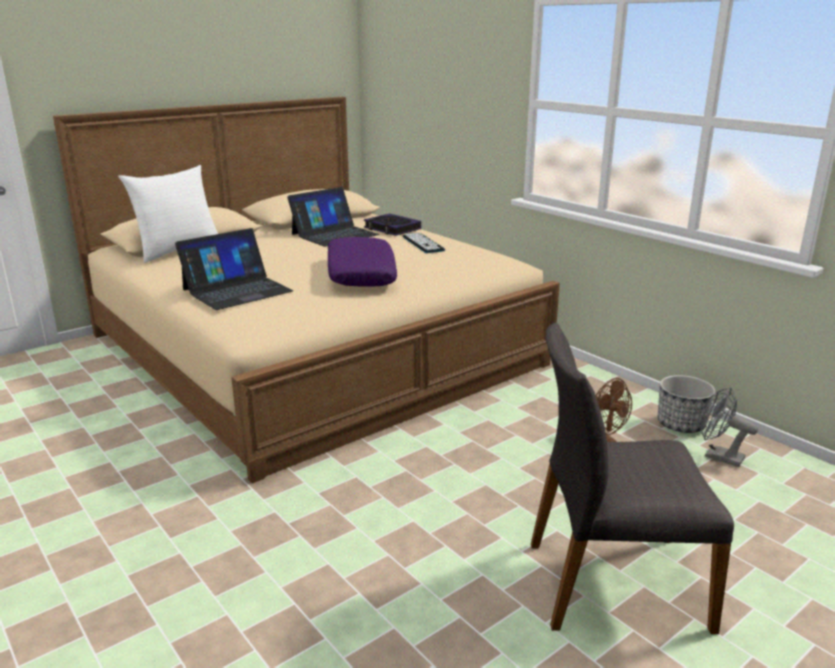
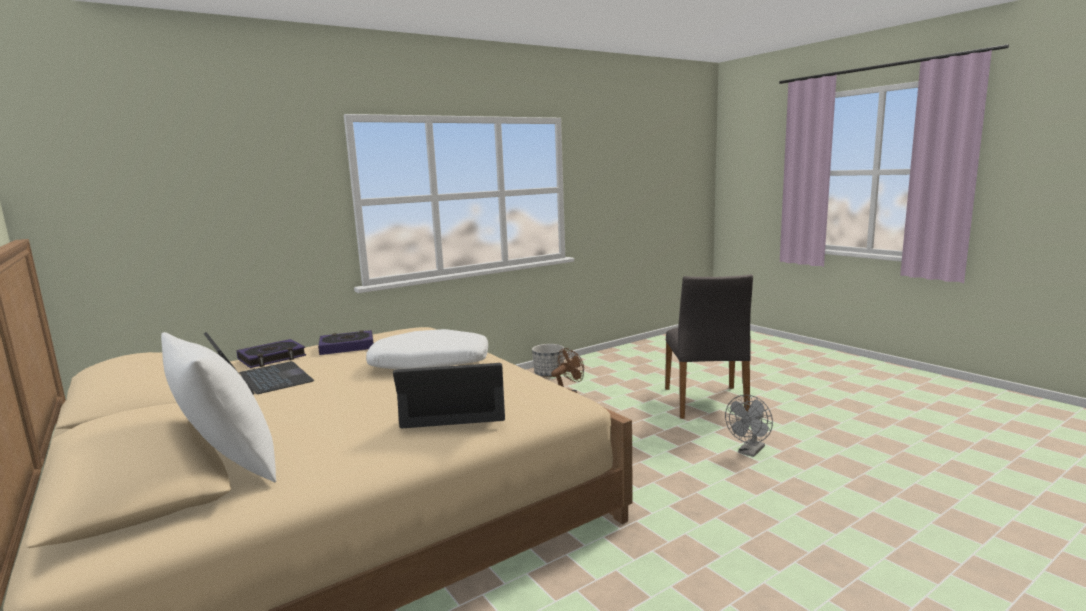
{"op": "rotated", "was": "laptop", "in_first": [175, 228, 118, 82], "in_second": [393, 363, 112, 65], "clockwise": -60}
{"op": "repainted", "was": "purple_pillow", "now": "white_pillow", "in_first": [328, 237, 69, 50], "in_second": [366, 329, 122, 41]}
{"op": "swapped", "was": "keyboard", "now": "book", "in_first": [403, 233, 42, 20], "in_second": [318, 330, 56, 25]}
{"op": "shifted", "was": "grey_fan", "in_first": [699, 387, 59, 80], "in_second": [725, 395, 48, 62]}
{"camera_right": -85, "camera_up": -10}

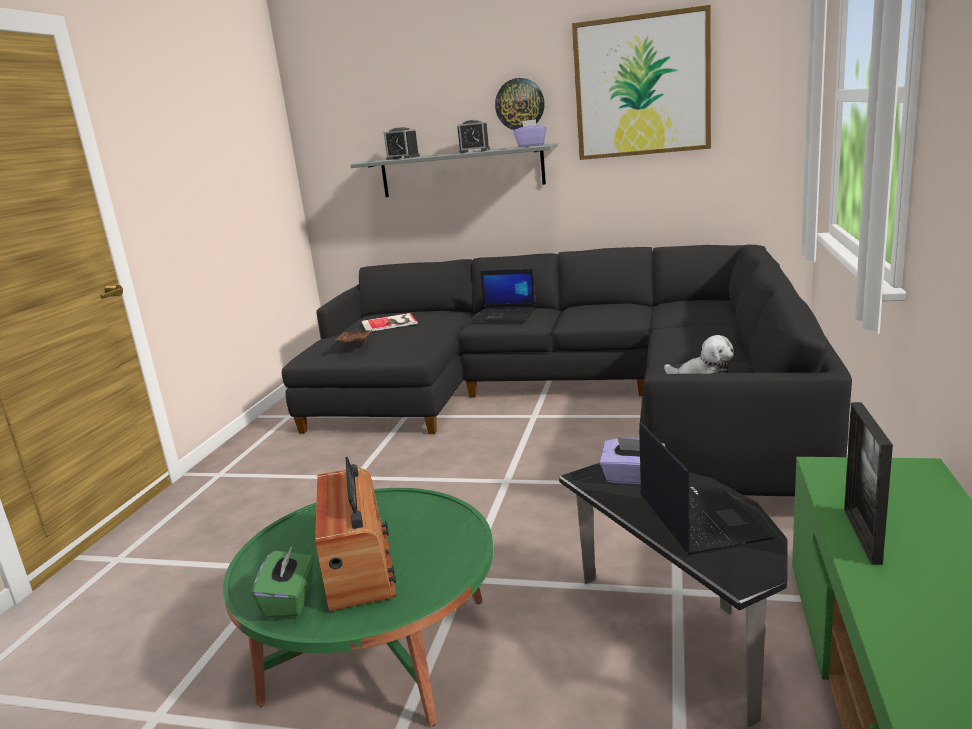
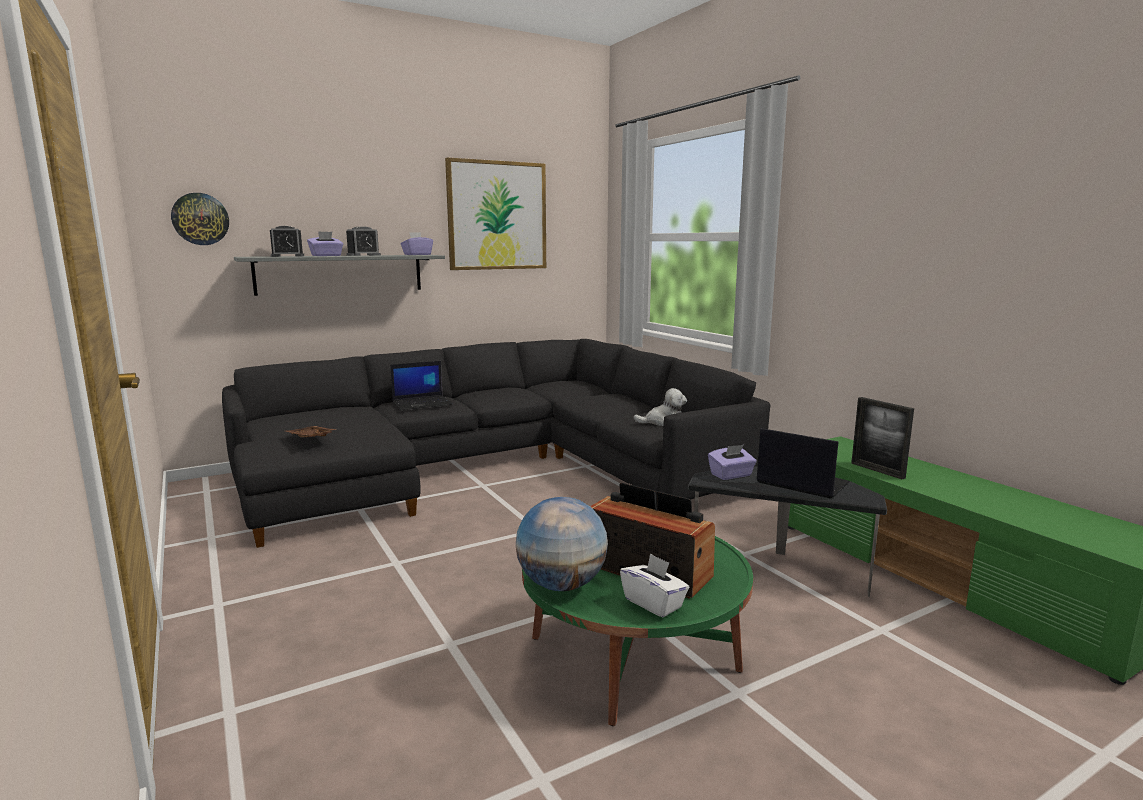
{"op": "repainted", "was": "green_tissue_box", "now": "white_tissue_box", "in_first": [252, 546, 62, 72], "in_second": [620, 553, 69, 64]}
{"op": "gone", "was": "book", "in_first": [362, 313, 56, 19]}
{"op": "shifted", "was": "wall_clock", "in_first": [495, 78, 50, 52], "in_second": [171, 193, 58, 52]}
{"op": "new", "now": "purple_tissue_box", "in_second": [307, 231, 36, 25]}
{"op": "new", "now": "globe", "in_second": [516, 497, 92, 94]}
{"camera_right": -45, "camera_up": -5}

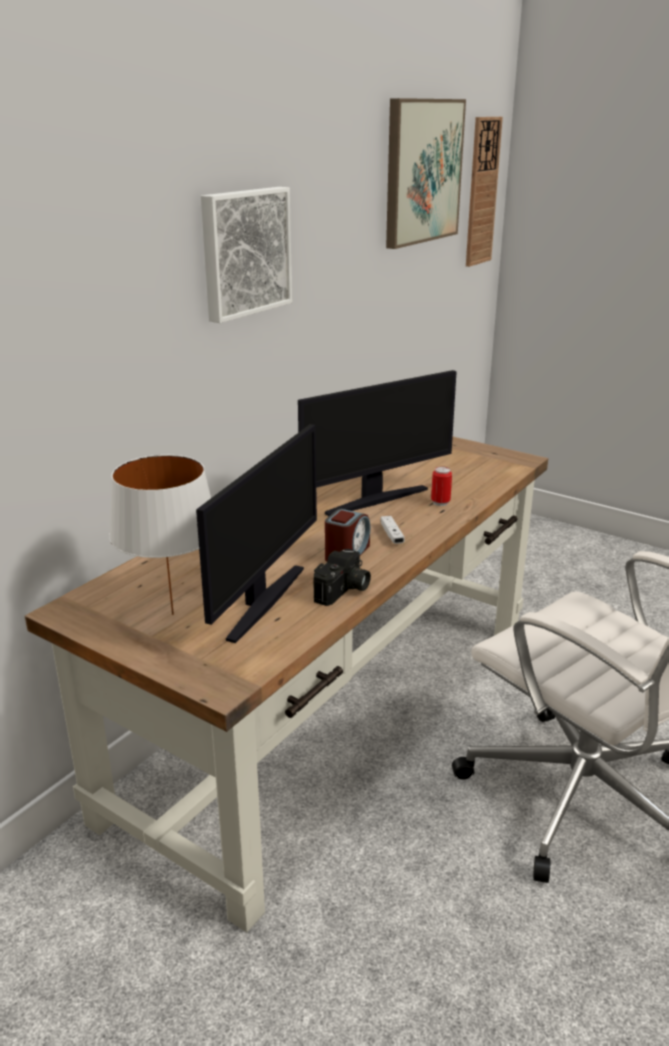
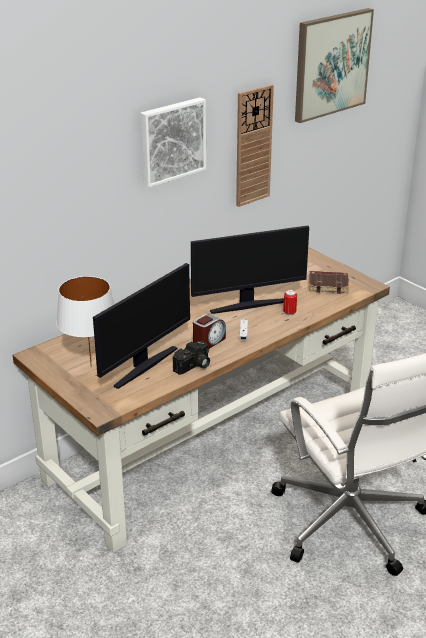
{"op": "shifted", "was": "wall_clock", "in_first": [466, 117, 37, 150], "in_second": [236, 84, 38, 123]}
{"op": "new", "now": "brown_book", "in_second": [309, 271, 40, 23]}
{"camera_right": 15, "camera_up": 5}

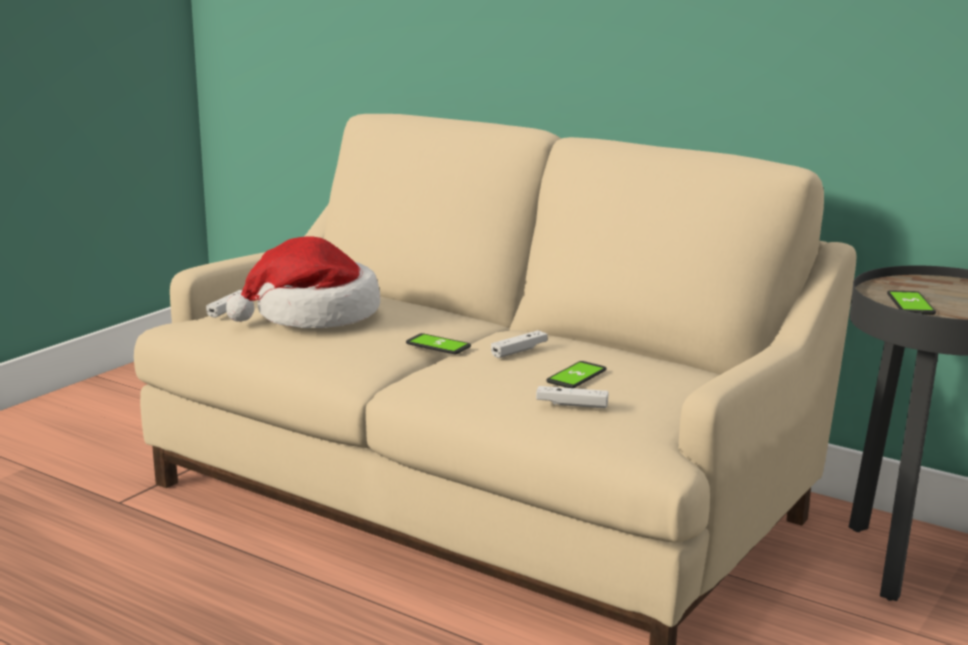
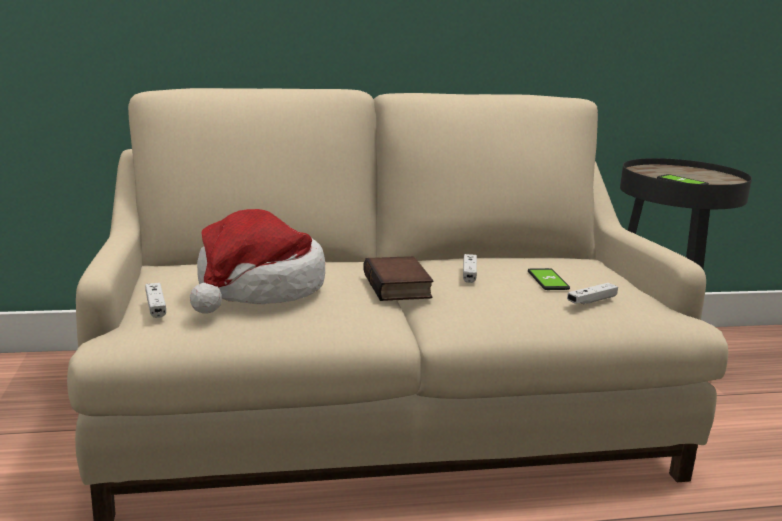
{"op": "swapped", "was": "phone", "now": "book", "in_first": [406, 333, 65, 21], "in_second": [363, 256, 71, 45]}
{"camera_right": -45, "camera_up": 0}

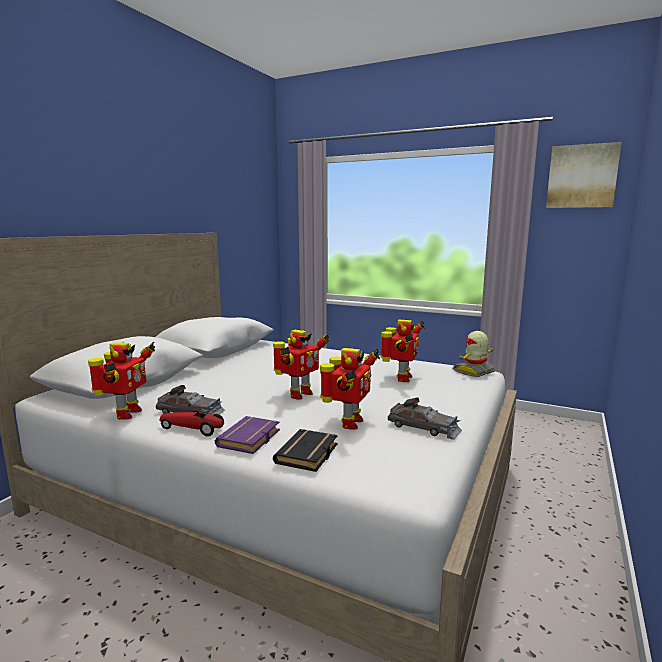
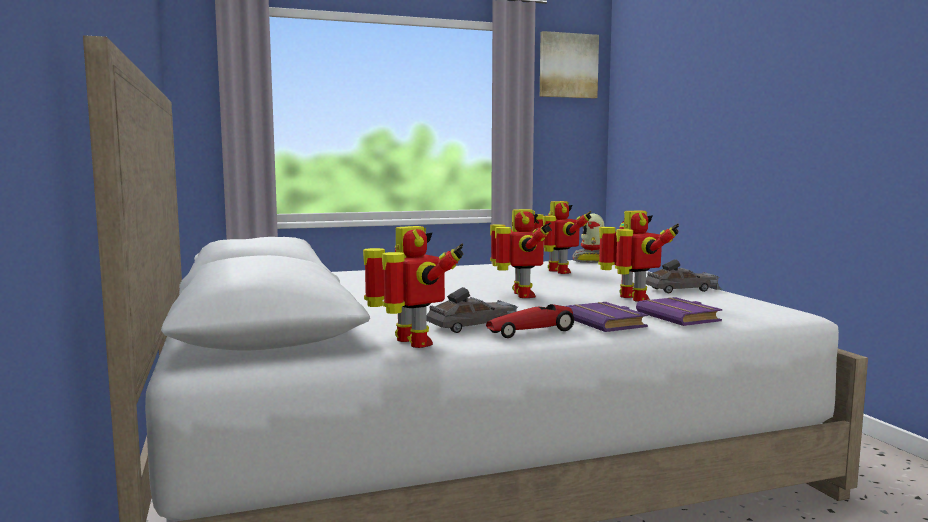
{"op": "repainted", "was": "black_book", "now": "purple_book", "in_first": [273, 429, 65, 43], "in_second": [636, 297, 86, 29]}
{"camera_right": -45, "camera_up": -5}

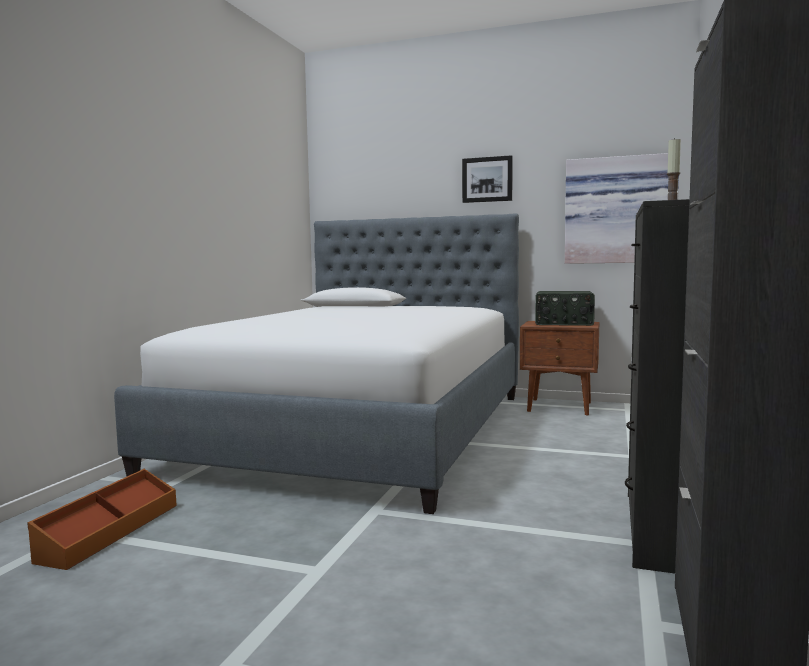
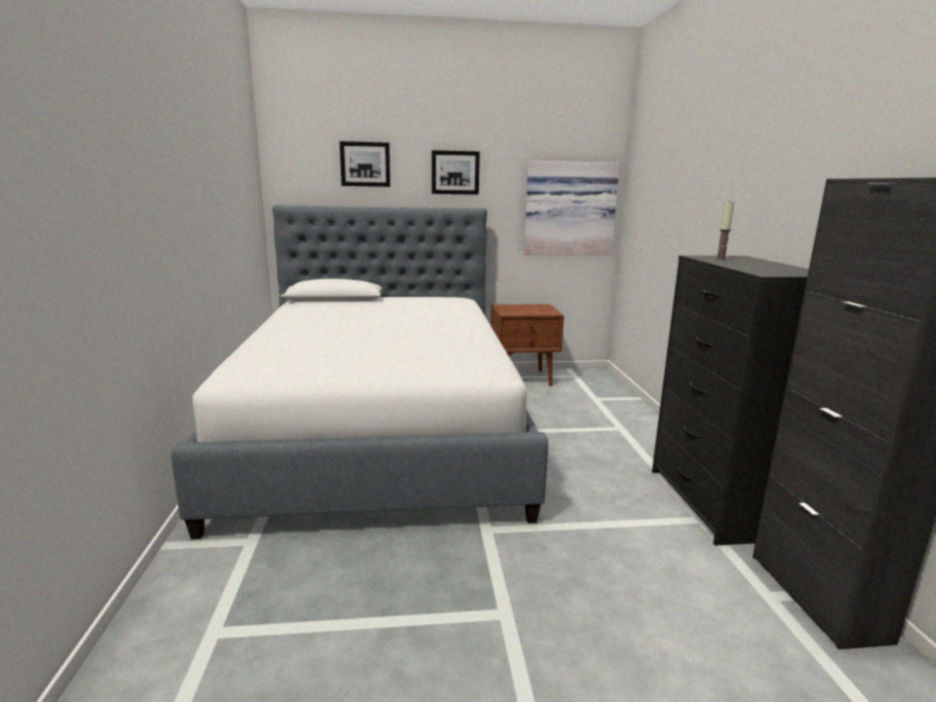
{"op": "gone", "was": "brown_storage_box", "in_first": [27, 469, 150, 101]}
{"op": "gone", "was": "radio", "in_first": [535, 291, 60, 35]}
{"op": "new", "now": "picture", "in_second": [340, 141, 50, 46]}
{"camera_right": -25, "camera_up": 10}

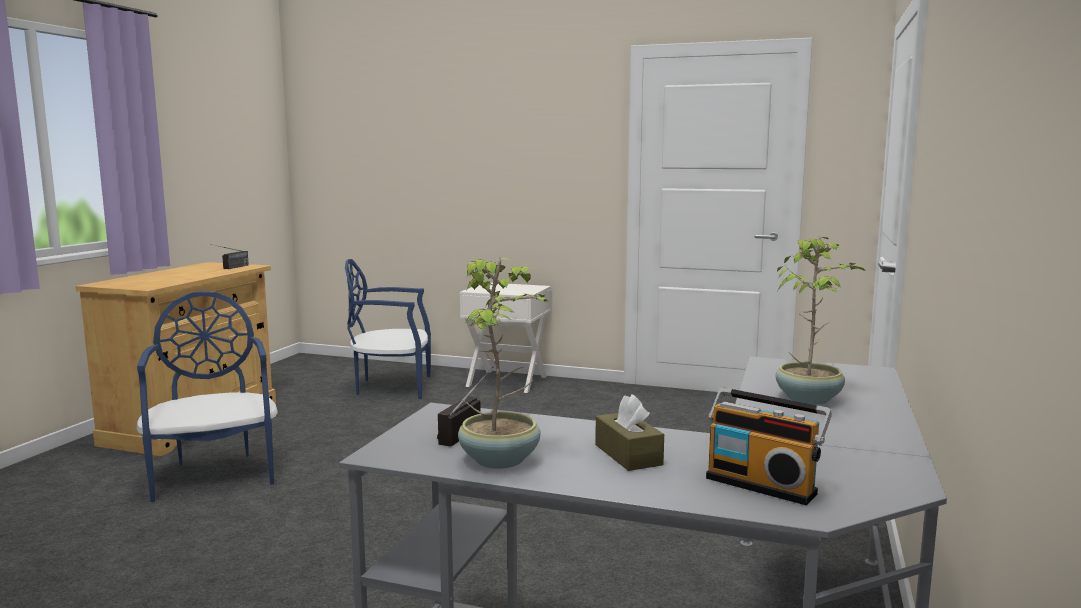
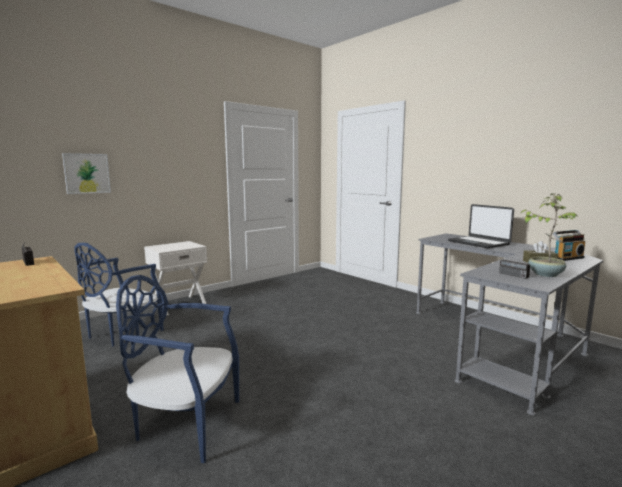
{"op": "swapped", "was": "potted_plant", "now": "laptop", "in_first": [775, 236, 90, 169], "in_second": [448, 204, 66, 44]}
{"op": "new", "now": "picture", "in_second": [62, 153, 49, 41]}
{"camera_right": -60, "camera_up": 0}

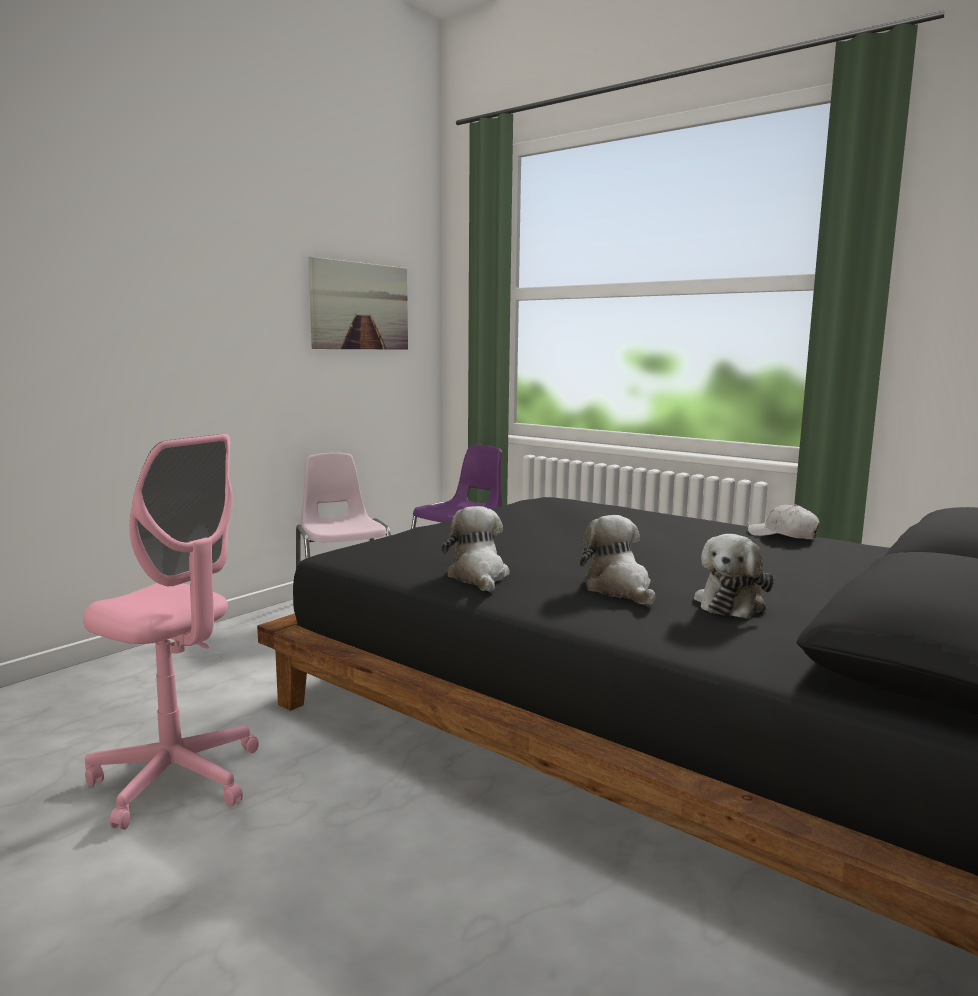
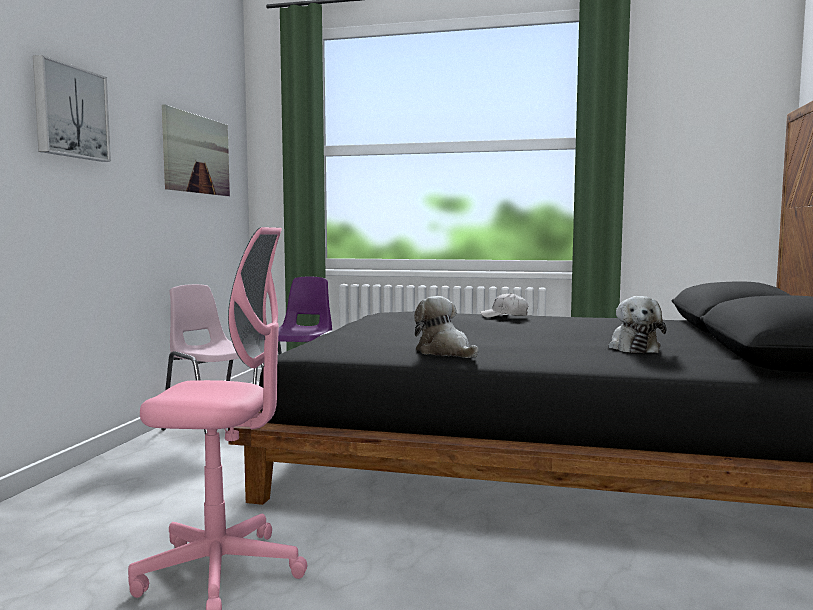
{"op": "gone", "was": "plush_toy", "in_first": [580, 515, 75, 90]}
{"op": "shifted", "was": "white_cap", "in_first": [748, 504, 71, 35], "in_second": [480, 293, 48, 24]}
{"op": "new", "now": "picture", "in_second": [33, 55, 78, 107]}
{"camera_right": -25, "camera_up": -5}

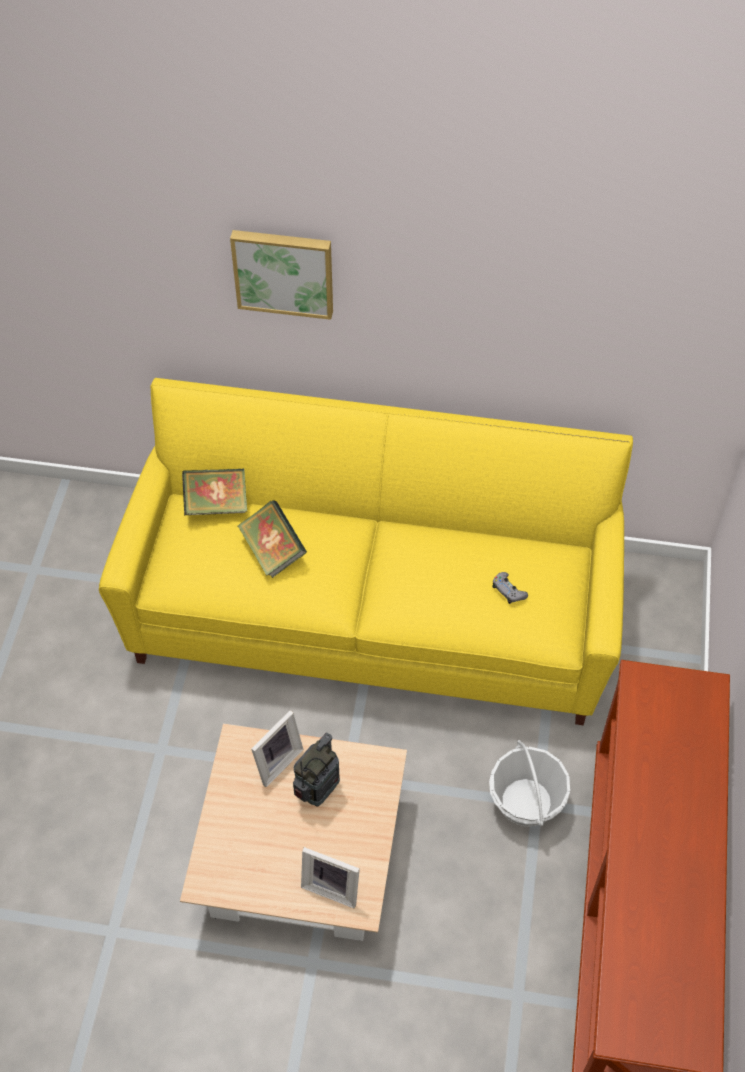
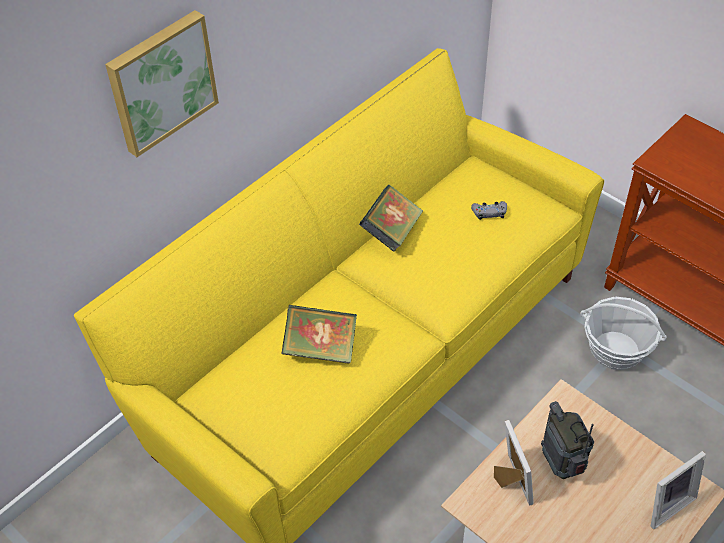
{"op": "shifted", "was": "book", "in_first": [182, 469, 65, 46], "in_second": [359, 185, 64, 67]}
{"camera_right": -55, "camera_up": -5}

